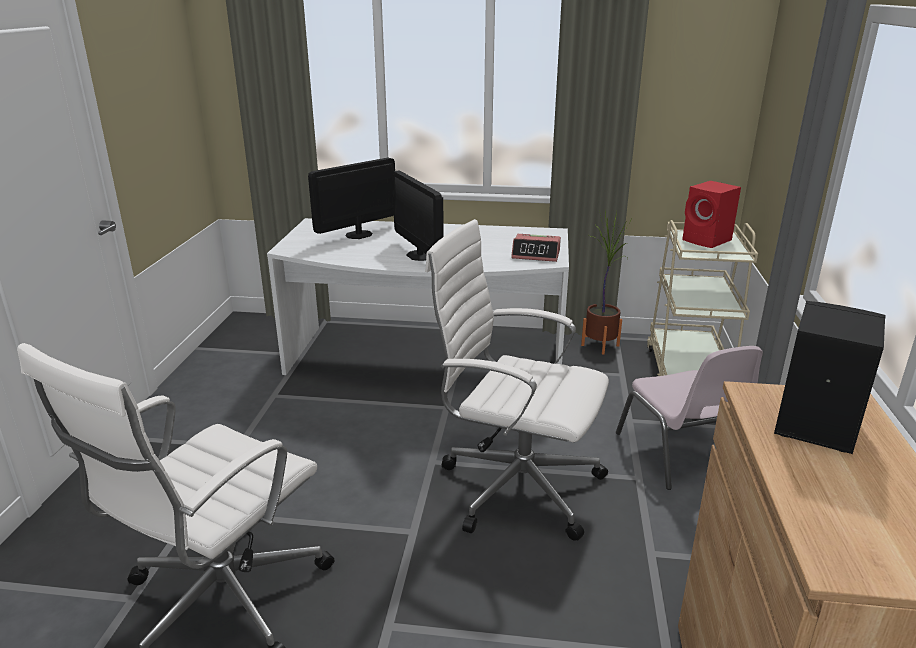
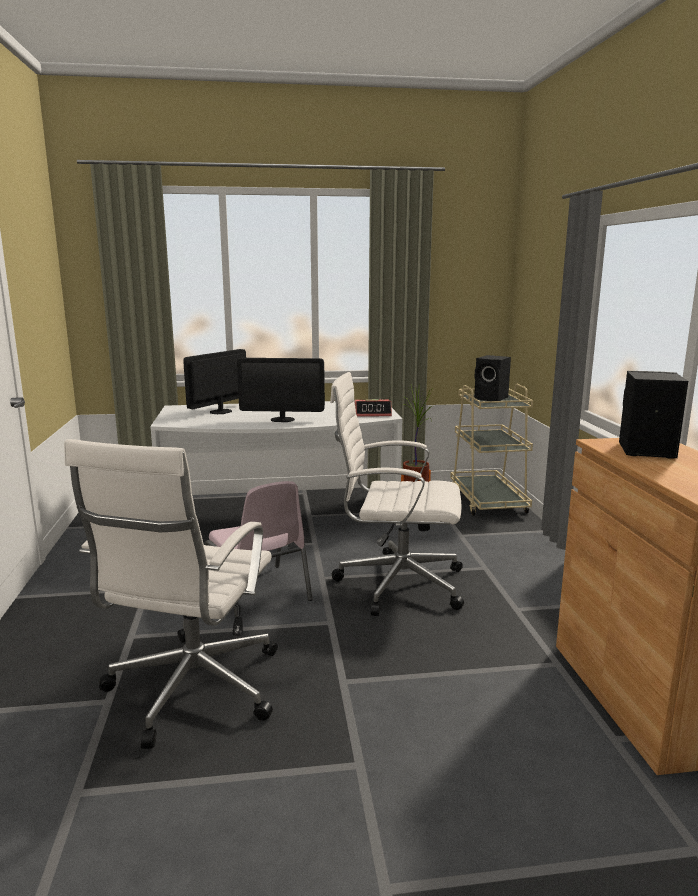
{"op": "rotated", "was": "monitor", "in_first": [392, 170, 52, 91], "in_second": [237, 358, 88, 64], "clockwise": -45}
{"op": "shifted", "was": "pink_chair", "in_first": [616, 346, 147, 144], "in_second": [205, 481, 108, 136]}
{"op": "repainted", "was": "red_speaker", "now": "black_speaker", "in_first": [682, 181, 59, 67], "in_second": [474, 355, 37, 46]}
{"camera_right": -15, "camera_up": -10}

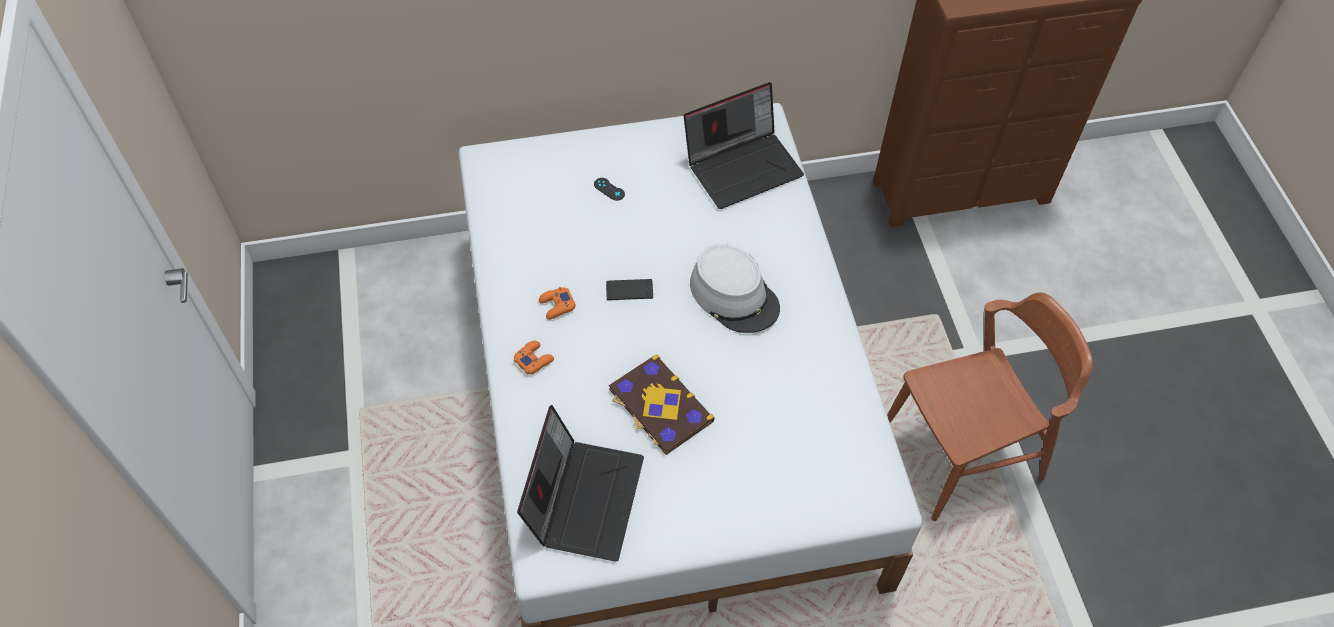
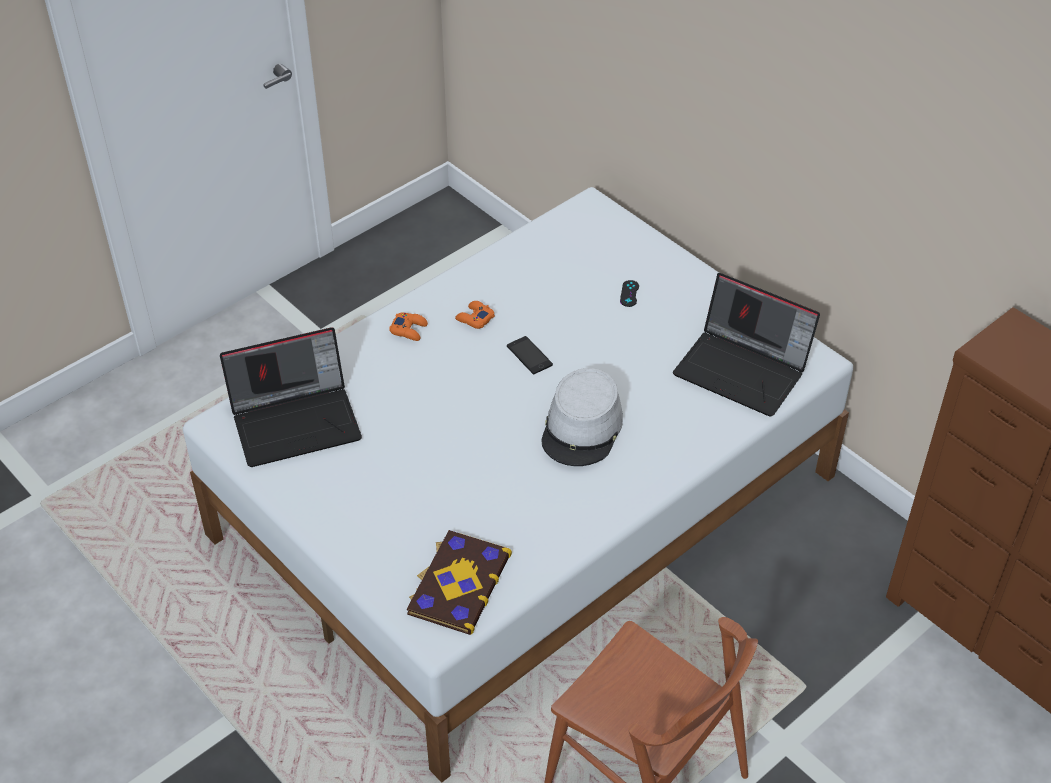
{"op": "shifted", "was": "book", "in_first": [609, 354, 106, 101], "in_second": [407, 530, 105, 105]}
{"camera_right": 60, "camera_up": -10}

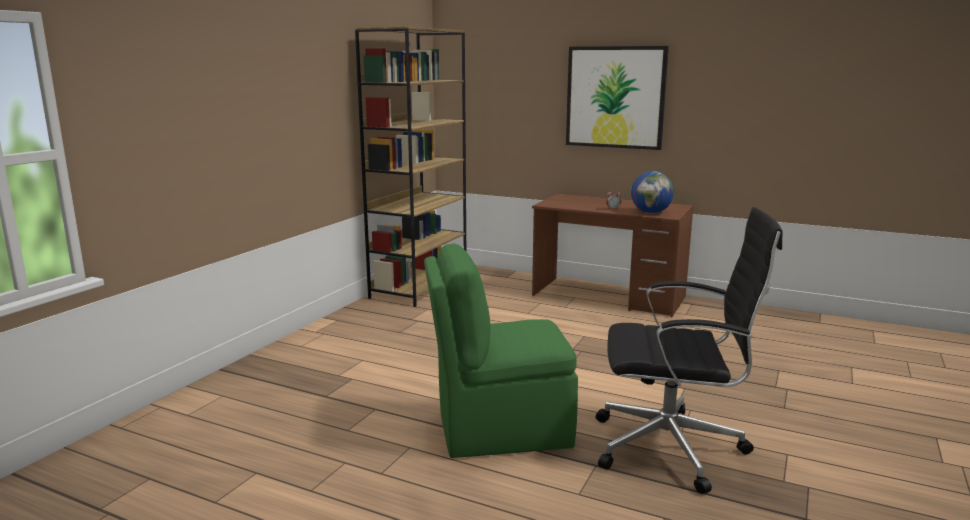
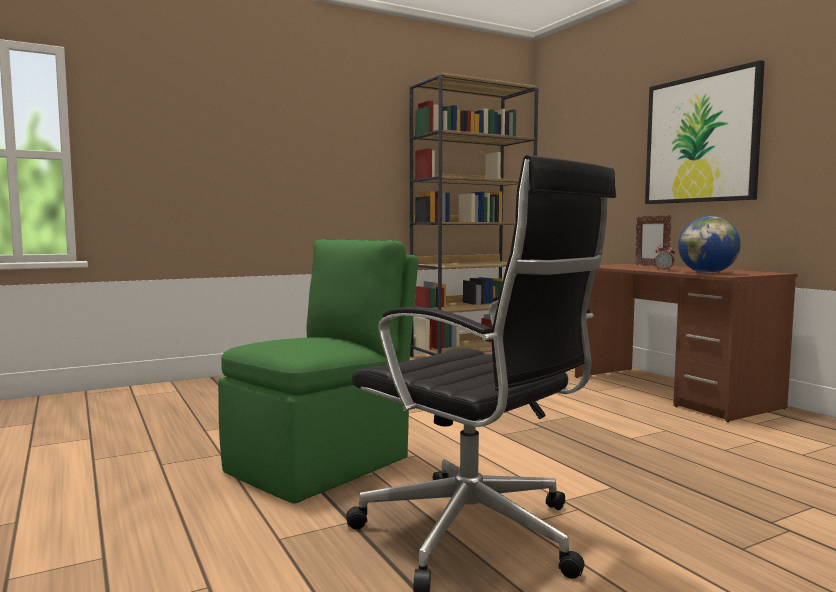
{"op": "rotated", "was": "green_chair", "in_first": [424, 243, 154, 215], "in_second": [218, 239, 200, 265], "clockwise": 105}
{"op": "new", "now": "picture_frame", "in_second": [636, 215, 36, 51]}
{"camera_right": 35, "camera_up": -10}

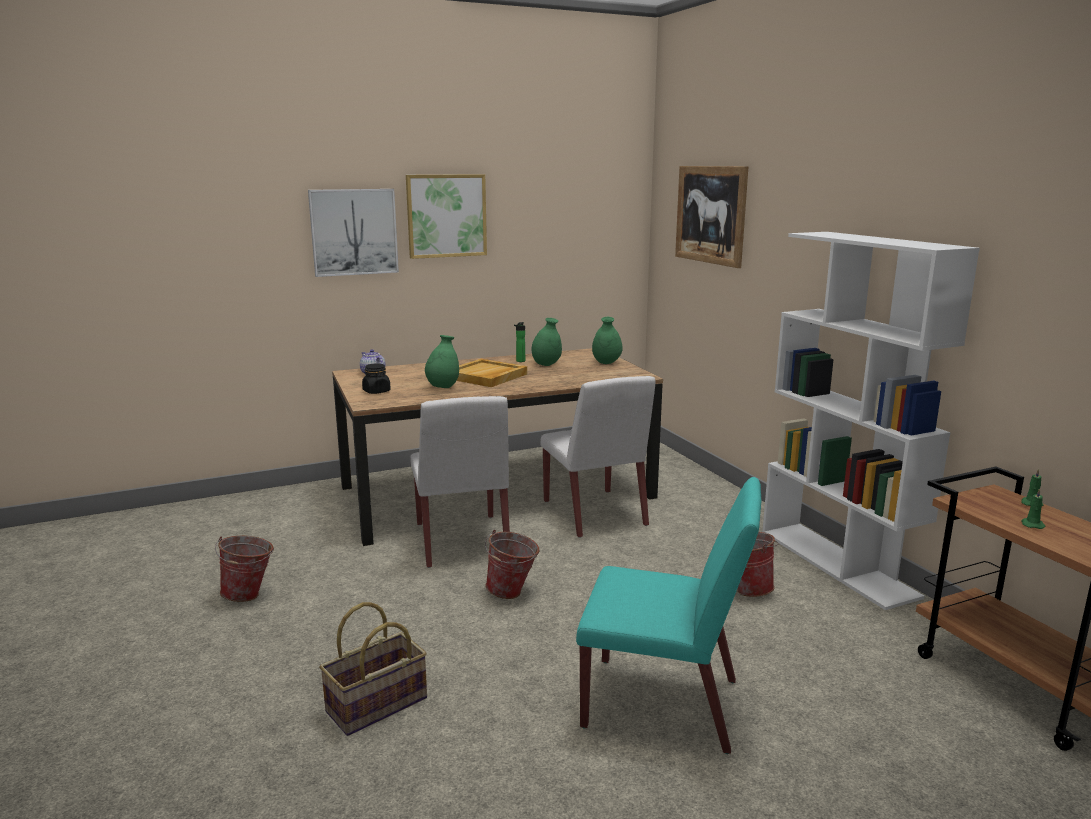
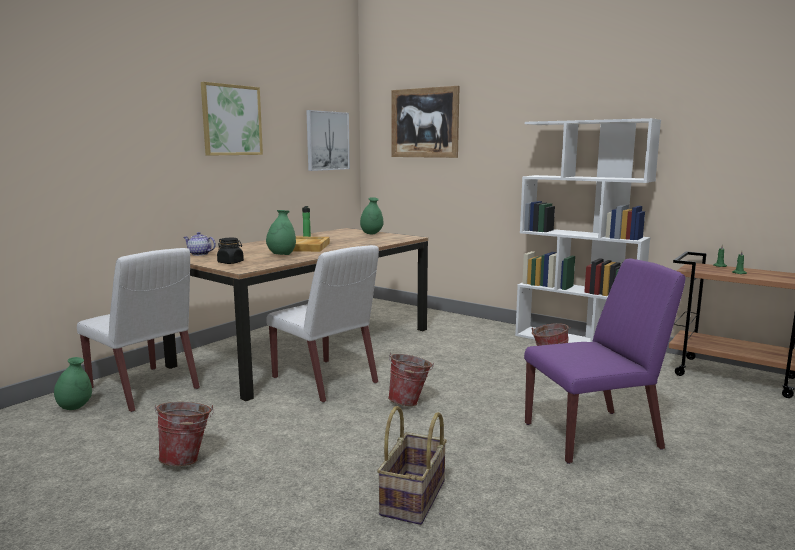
{"op": "shifted", "was": "picture", "in_first": [308, 189, 91, 88], "in_second": [306, 110, 44, 61]}
{"op": "shifted", "was": "green_vase", "in_first": [531, 318, 31, 48], "in_second": [54, 357, 38, 53]}
{"op": "shifted", "was": "white_chair", "in_first": [540, 376, 115, 162], "in_second": [77, 248, 123, 164]}
{"op": "repainted", "was": "turquoise_chair", "now": "purple_chair", "in_first": [576, 477, 186, 277], "in_second": [524, 259, 161, 205]}
{"camera_right": -30, "camera_up": -5}

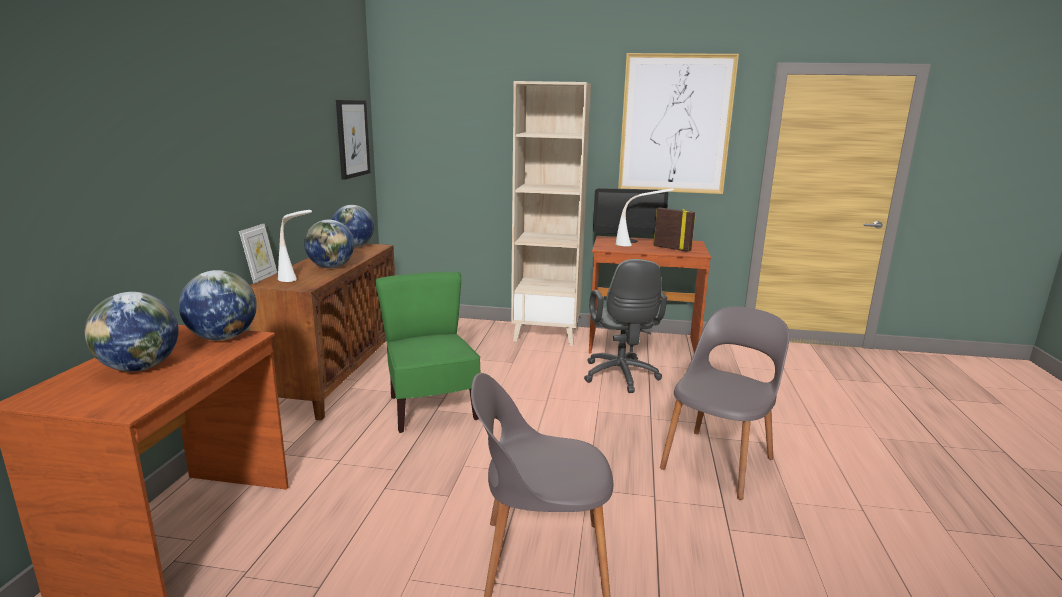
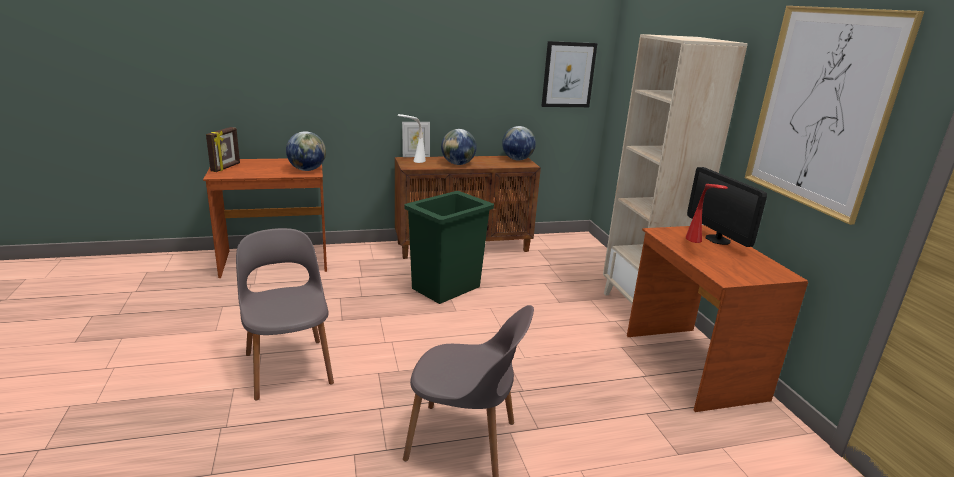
{"op": "gone", "was": "globe", "in_first": [85, 292, 94, 80]}
{"op": "swapped", "was": "green_chair", "now": "green_trash_can", "in_first": [375, 272, 106, 161], "in_second": [405, 191, 89, 113]}
{"op": "gone", "was": "grey_office_chair", "in_first": [584, 259, 83, 134]}
{"op": "repainted", "was": "white_table_lamp", "now": "red_table_lamp", "in_first": [616, 188, 58, 58], "in_second": [686, 184, 42, 59]}
{"op": "shifted", "was": "picture_frame", "in_first": [654, 208, 41, 44], "in_second": [206, 127, 34, 45]}
{"camera_right": 65, "camera_up": 5}

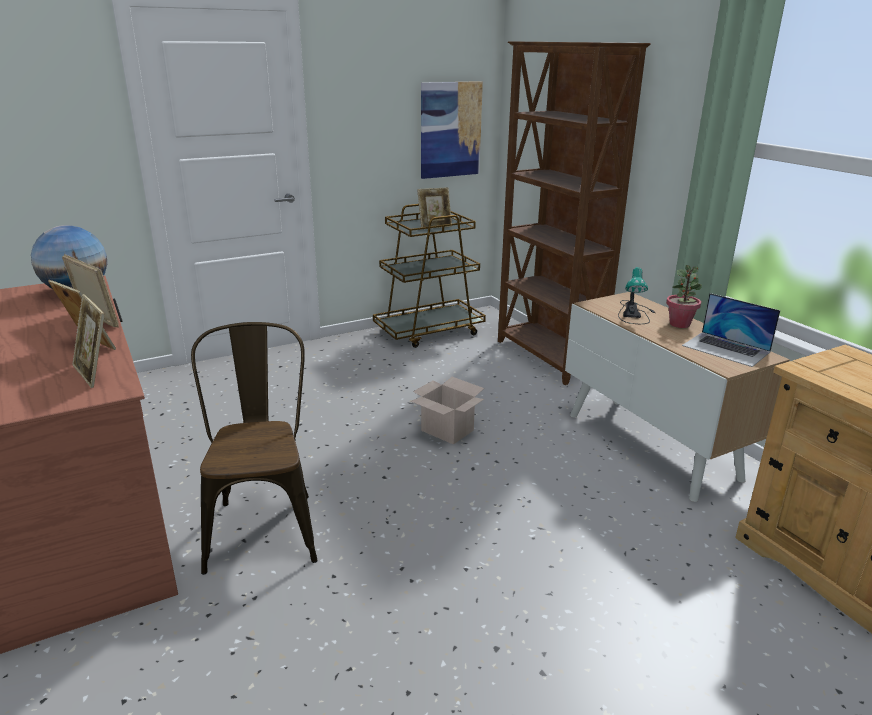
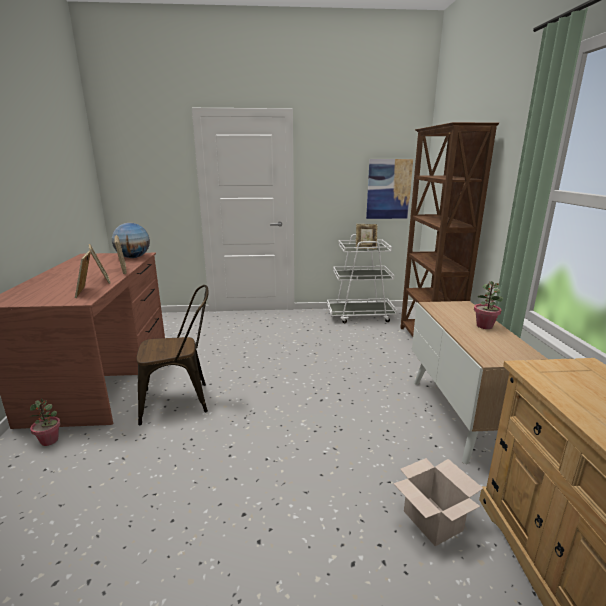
{"op": "rotated", "was": "brown_chair", "in_first": [191, 322, 127, 253], "in_second": [137, 285, 72, 140], "clockwise": 60}
{"op": "repainted", "was": "brown_cart", "now": "white_cart", "in_first": [373, 204, 113, 144], "in_second": [327, 234, 70, 89]}
{"op": "shifted", "was": "cardboard_box", "in_first": [411, 377, 73, 67], "in_second": [393, 458, 90, 88]}
{"op": "gone", "was": "table_lamp", "in_first": [618, 267, 37, 57]}
{"op": "gone", "was": "laptop", "in_first": [682, 293, 98, 74]}
{"op": "new", "now": "potted_plant", "in_second": [30, 399, 31, 47]}
{"camera_right": 25, "camera_up": -5}

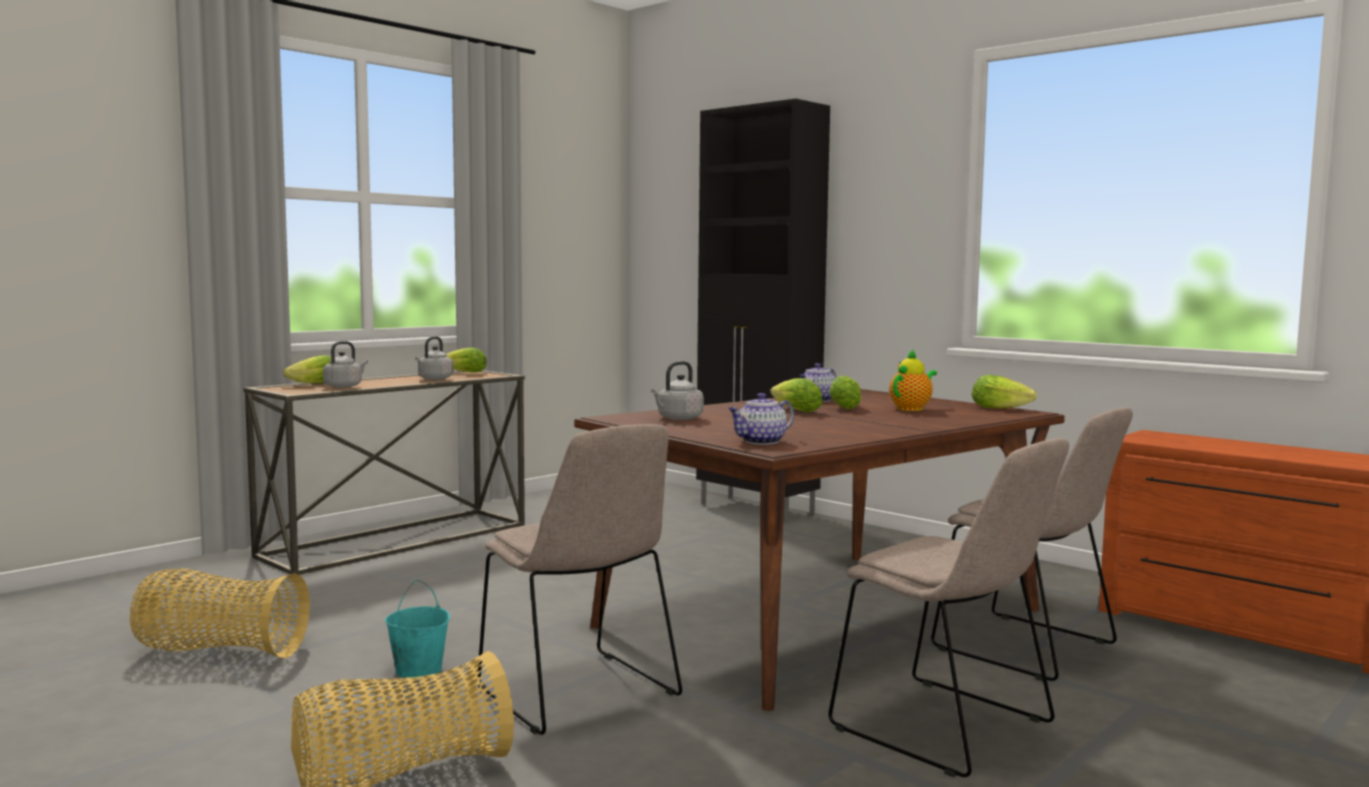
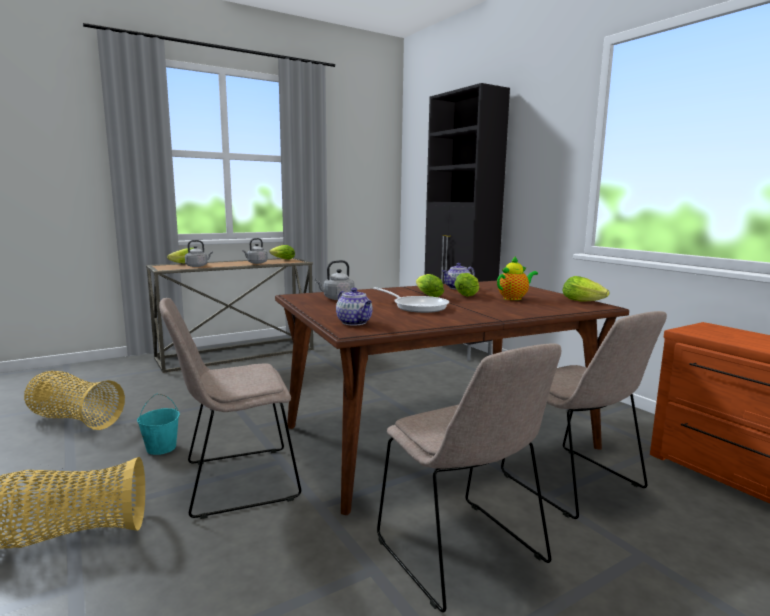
{"op": "rotated", "was": "beige_chair", "in_first": [478, 424, 204, 311], "in_second": [159, 298, 142, 221], "clockwise": 90}
{"op": "rotated", "was": "teapot", "in_first": [728, 393, 66, 52], "in_second": [336, 288, 37, 37], "clockwise": -105}
{"op": "new", "now": "frying_pan", "in_second": [373, 287, 76, 26]}
{"camera_right": 15, "camera_up": 5}

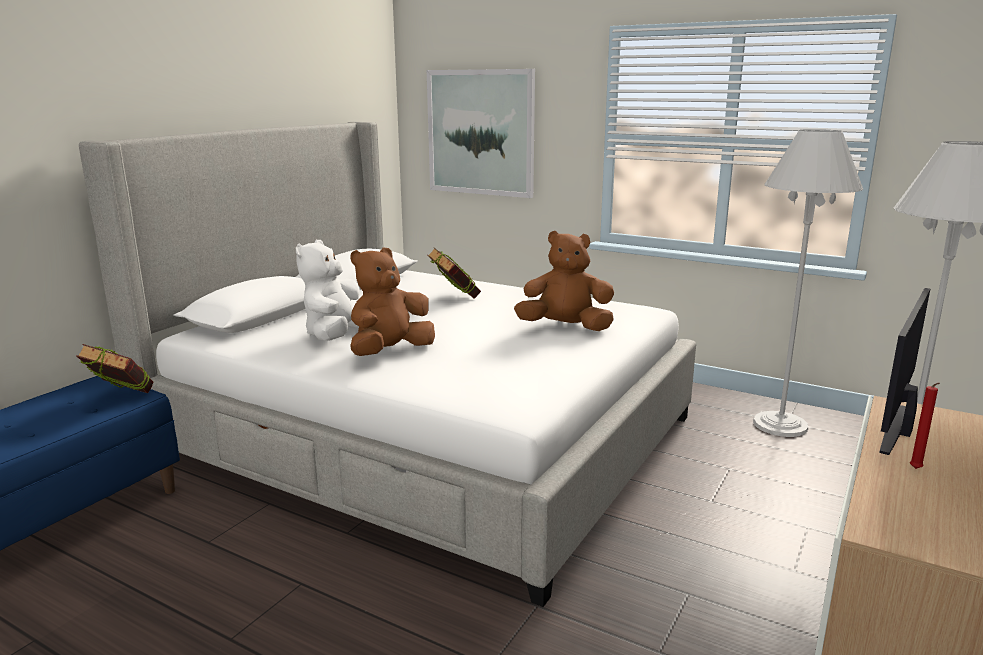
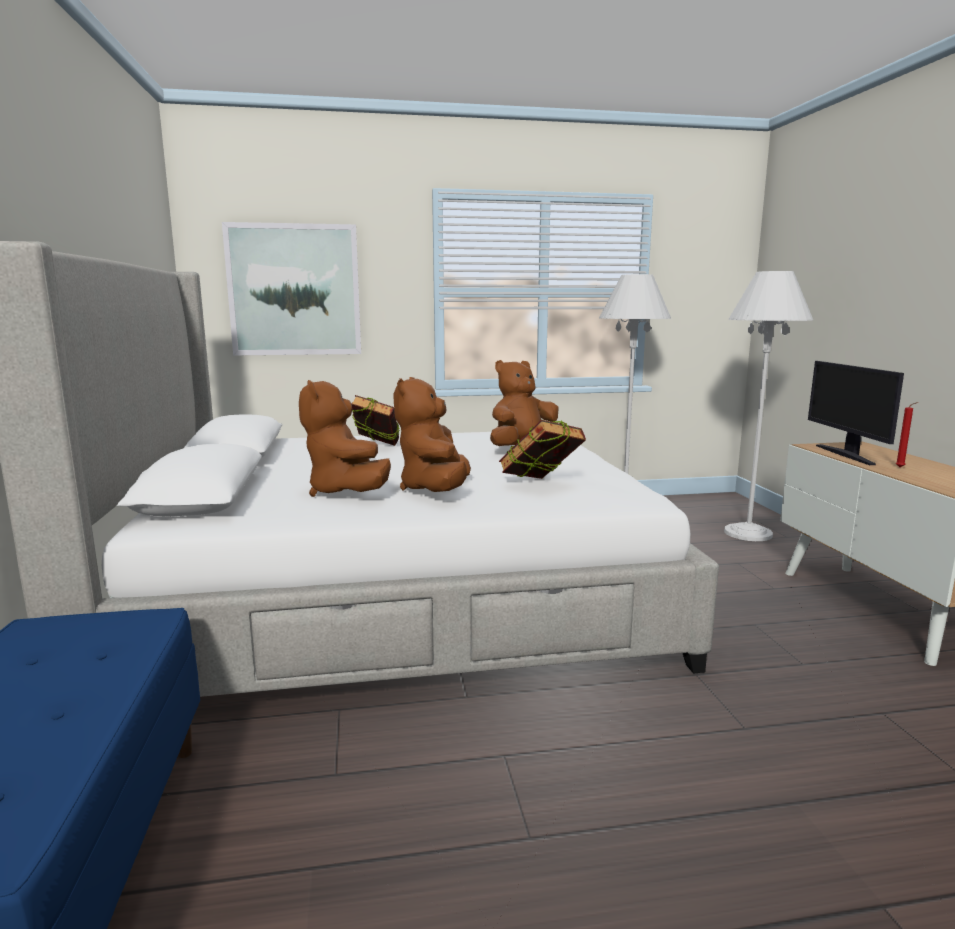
{"op": "shifted", "was": "book", "in_first": [76, 344, 77, 49], "in_second": [499, 420, 87, 59]}
{"op": "repainted", "was": "white_plush_toy", "now": "brown_plush_toy", "in_first": [296, 240, 63, 101], "in_second": [299, 380, 92, 117]}
{"camera_right": -40, "camera_up": -5}

